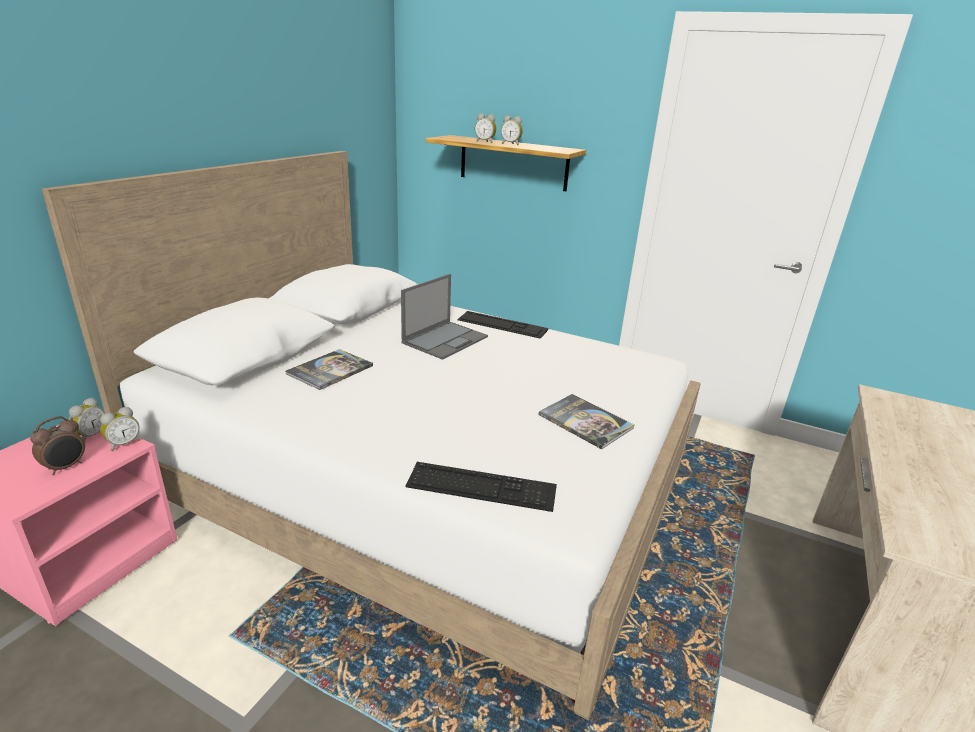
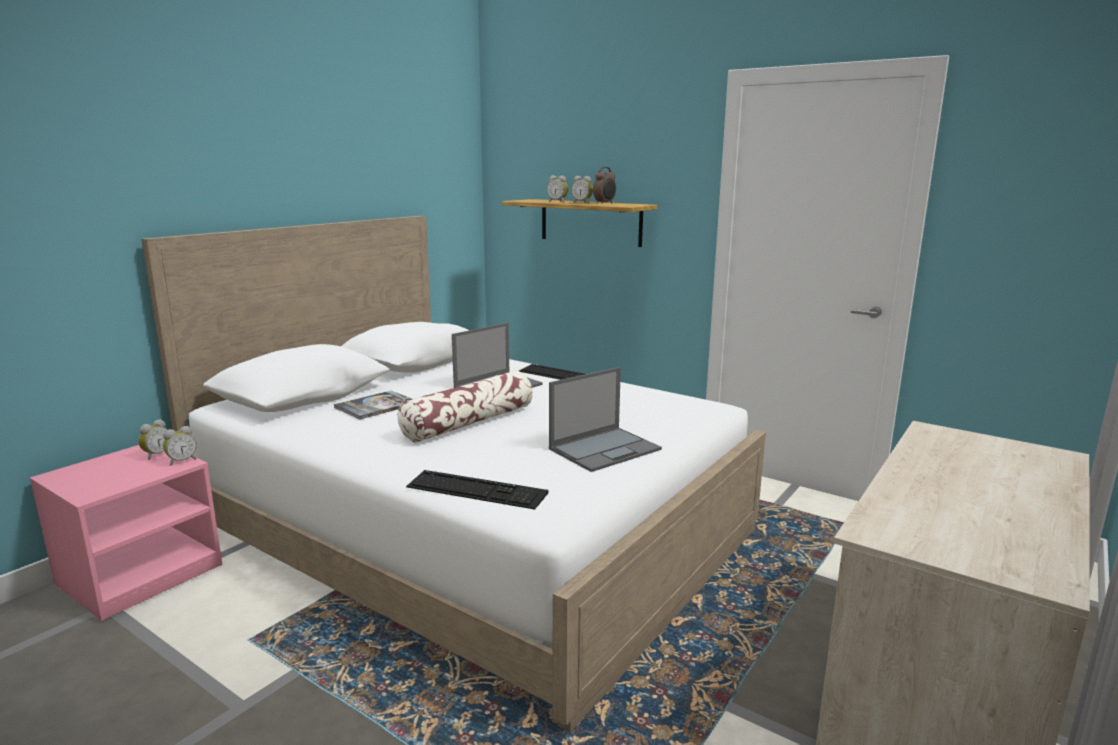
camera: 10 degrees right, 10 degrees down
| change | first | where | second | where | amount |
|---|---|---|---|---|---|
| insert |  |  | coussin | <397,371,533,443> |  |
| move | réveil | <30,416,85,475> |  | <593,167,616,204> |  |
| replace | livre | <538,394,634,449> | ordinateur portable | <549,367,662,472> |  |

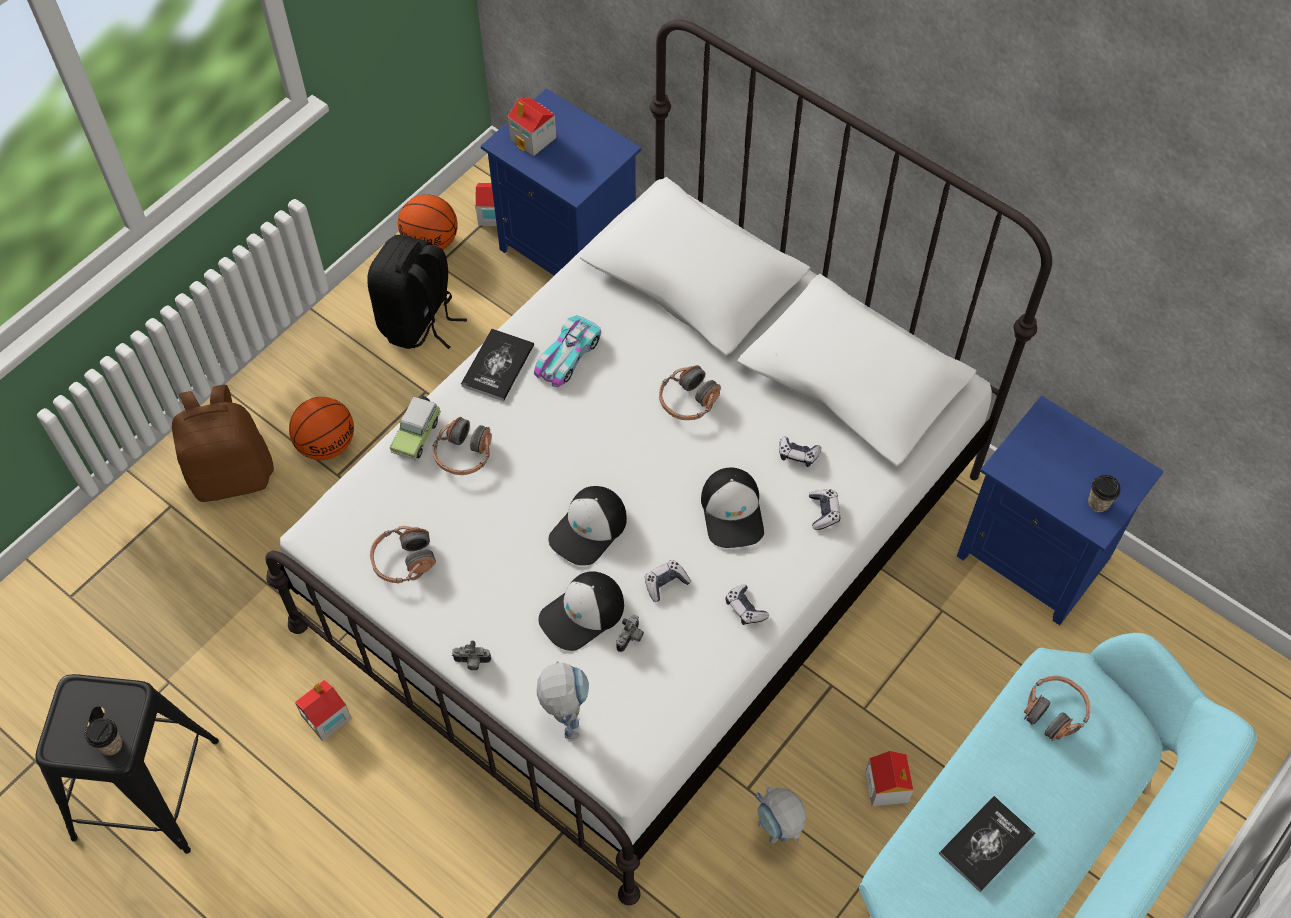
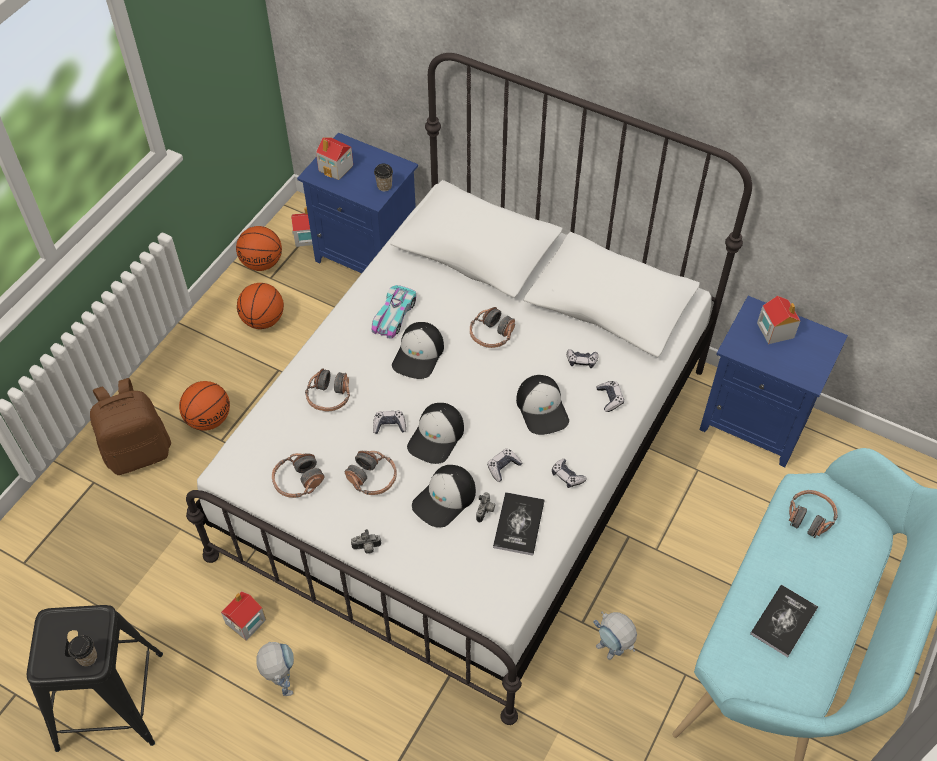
camera: 10 degrees left, 5 degrees down
| change | first | where | second | where | amount |
|---|---|---|---|---|---|
| delete | petite voiture | <390,396,441,460> |  |  |  |
| insert |  |  | casque audio | <344,451,397,495> |  |
| insert |  |  | manette | <373,411,406,434> |  |
| insert |  |  | casquette | <392,322,444,379> |  |
| move | livre | <461,329,534,401> |  | <493,492,545,556> |  |
| move | robot jouet | <537,661,589,739> |  | <256,642,294,696> |  |
| move | maison miniature | <865,751,914,806> |  | <757,296,800,344> |  |
| move | tasse | <1088,475,1121,512> |  | <374,164,393,191> |  |
| replace | sac à dos/noir | <367,235,467,349> | ballon de basket | <237,283,284,329> |  |

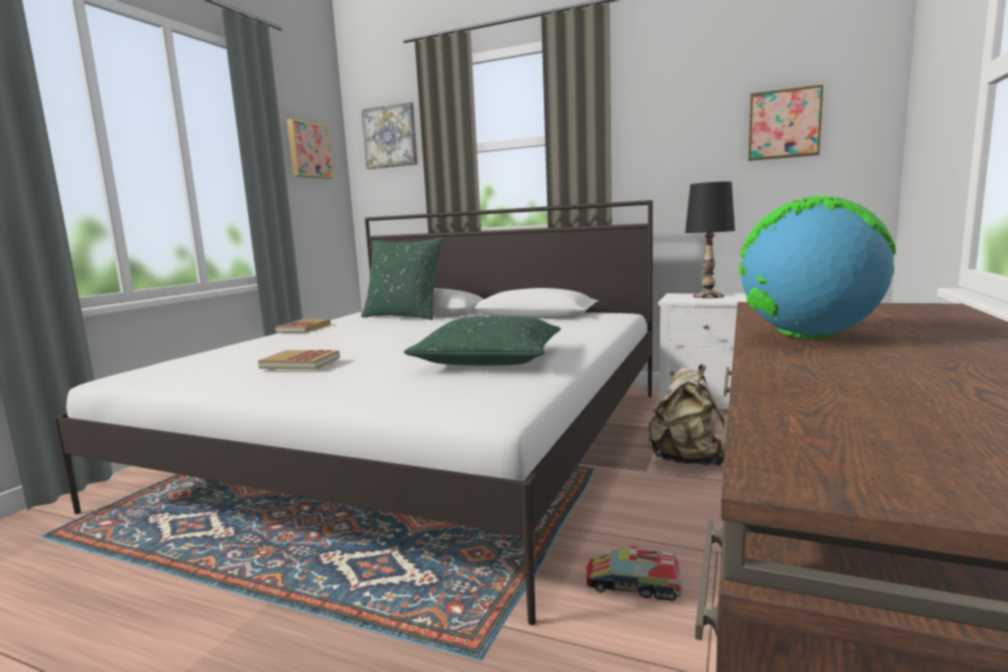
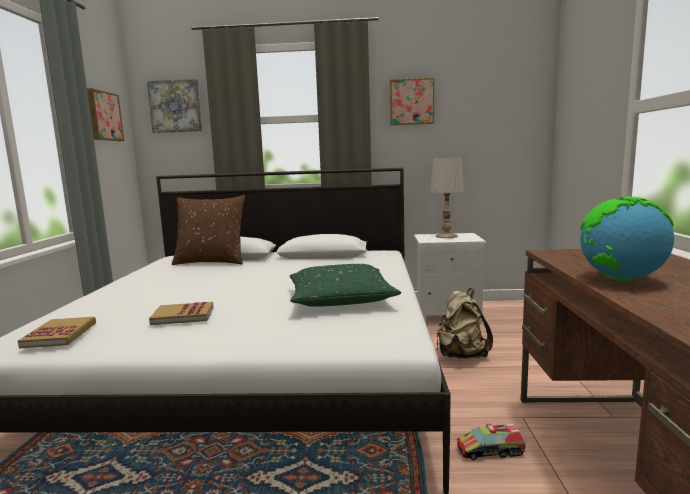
camera: 20 degrees left, 0 degrees up
| change | first | where | second | where | amount |
|---|---|---|---|---|---|
| move | livre | <275,319,331,333> |  | <18,317,96,348> |  |
| move | tableau | <748,84,824,161> |  | <390,78,434,125> |  |
| recolor | coussin/vert | <361,237,443,320> | coussin/marron | <172,195,245,265> |  |
| recolor | lampe de table/noir | <685,181,735,298> | lampe de table/blanc | <430,157,464,238> |  |

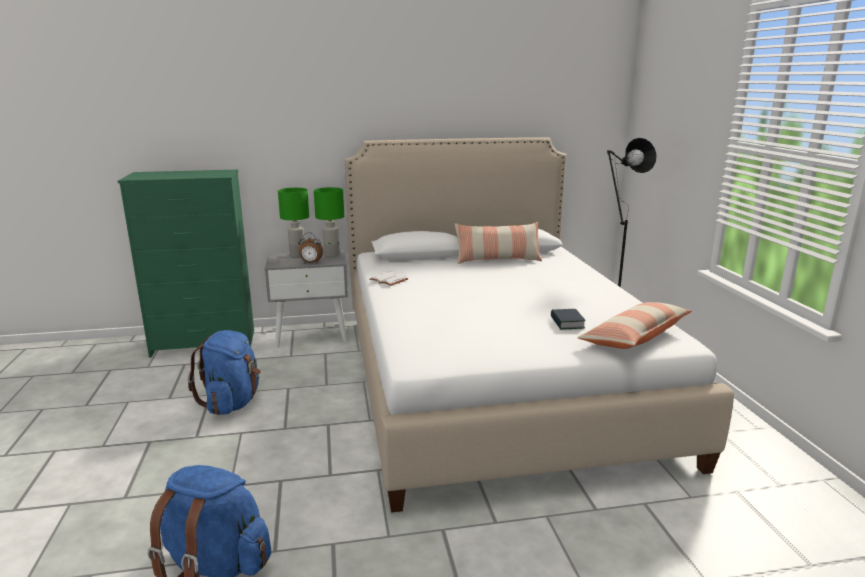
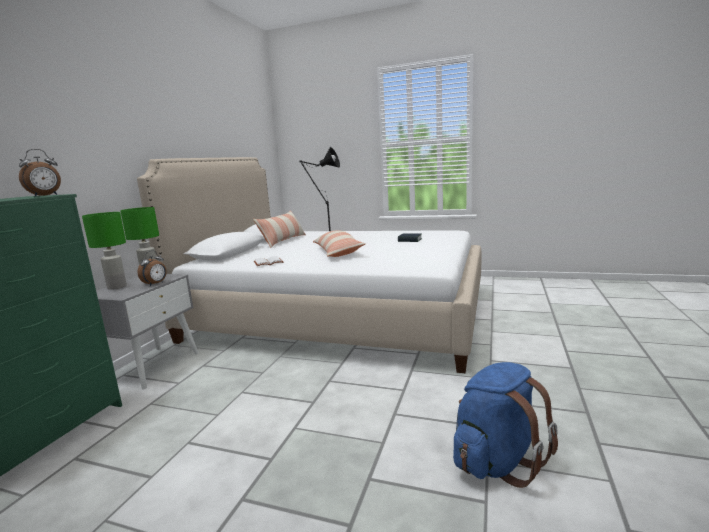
camera: 60 degrees left, 5 degrees down
| change | first | where | second | where | amount |
|---|---|---|---|---|---|
| delete | sac à dos/bleu | <188,330,260,415> |  |  |  |
| insert |  |  | réveil | <19,149,61,197> |  |
| move | coussin | <577,302,692,349> |  | <313,230,366,257> |  |

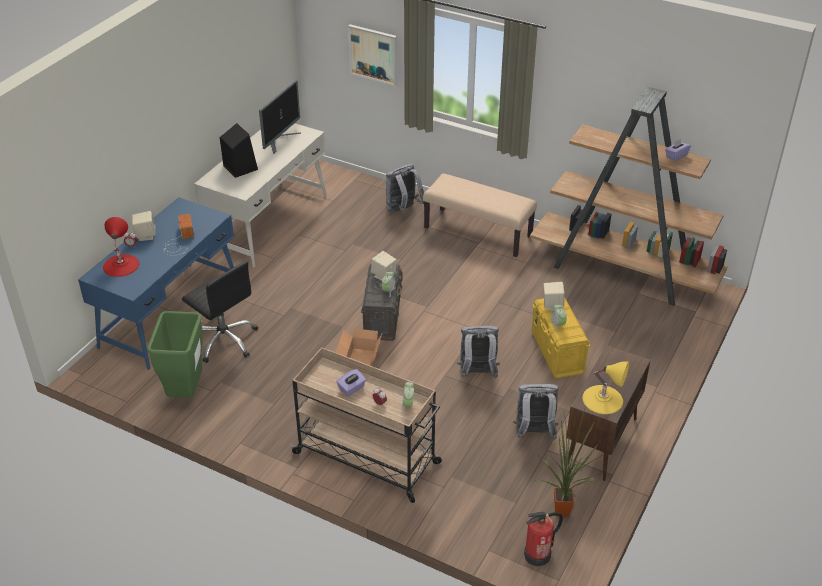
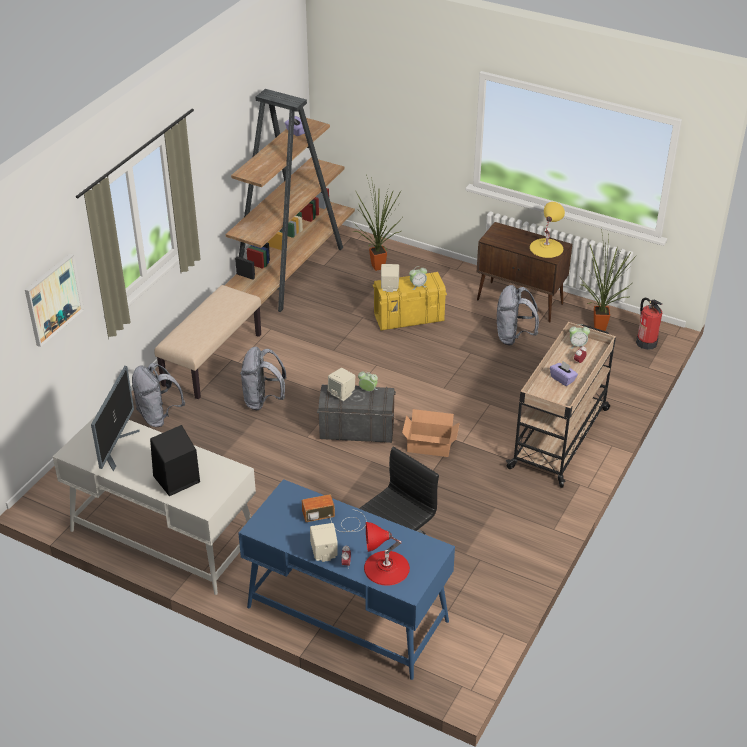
camera: 90 degrees left, 0 degrees up
| change | first | where | second | where | amount |
|---|---|---|---|---|---|
| delete | poubelle/vert | <147,311,203,398> |  |  |  |
| insert |  |  | plante en pot | <353,175,402,271> |  |
| move | sac à dos/gris | <457,326,500,378> |  | <240,346,286,410> |  |
| rotate | écran d'ordinateur | <259,80,301,154> |  | <91,366,140,471> | 75 degrees clockwise |

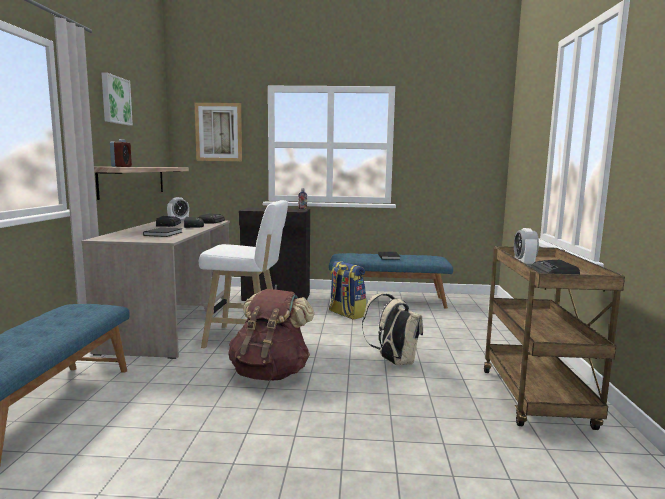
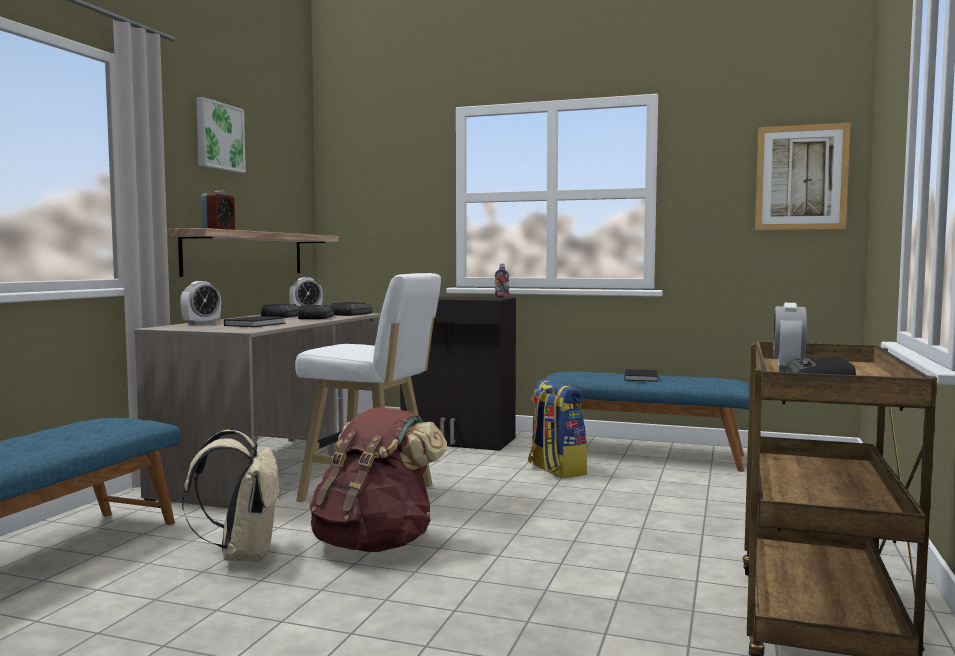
camera: 15 degrees right, 5 degrees down
| change | first | where | second | where | amount |
|---|---|---|---|---|---|
| insert |  |  | réveil | <180,281,221,325> |  |
| move | tableau | <195,103,242,161> |  | <755,123,850,230> |  |
| move | sac à dos/beige | <362,293,423,365> |  | <182,430,282,562> |  |

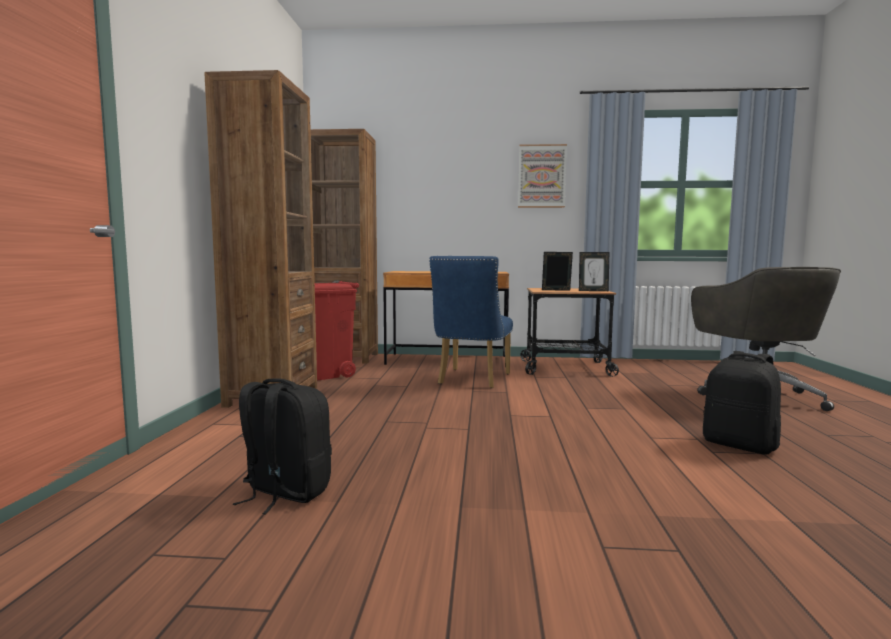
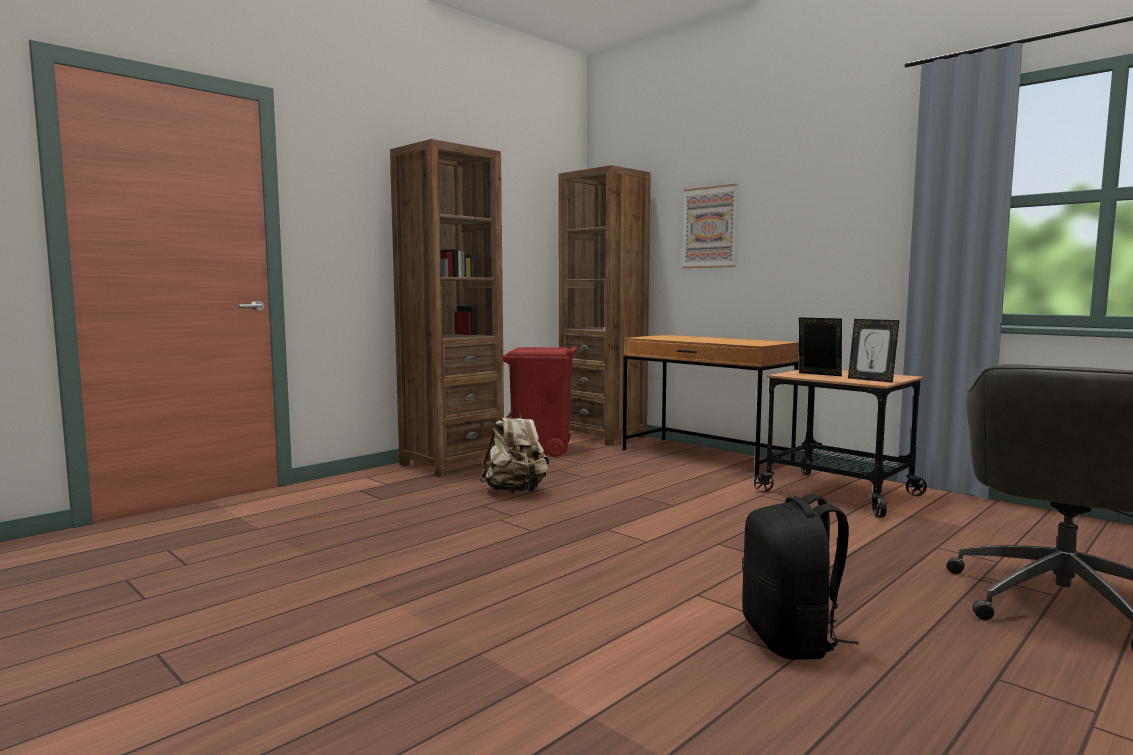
camera: 40 degrees right, 0 degrees up
| change | first | where | second | where | amount |
|---|---|---|---|---|---|
| delete | sac à dos/noir | <233,378,332,514> |  |  |  |
| delete | chaise/bleu | <429,256,513,388> |  |  |  |
| insert |  |  | sac à dos/beige | <480,408,549,493> |  |
| move | tableau | <518,144,567,208> |  | <682,183,738,268> |  |

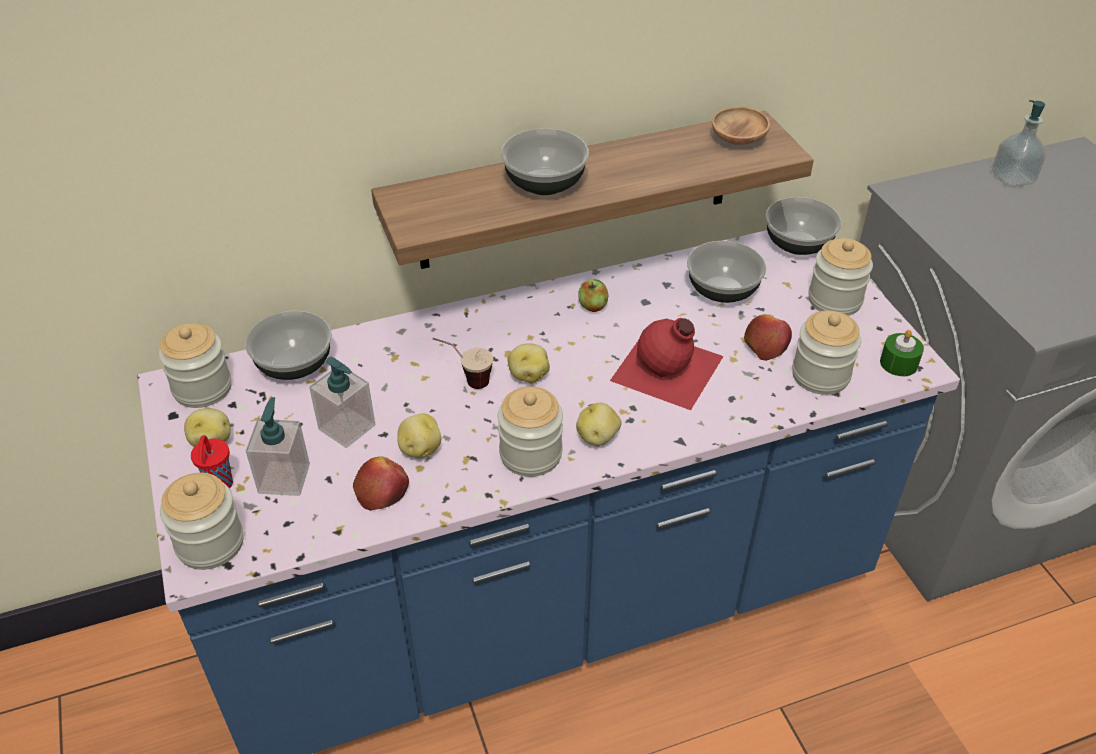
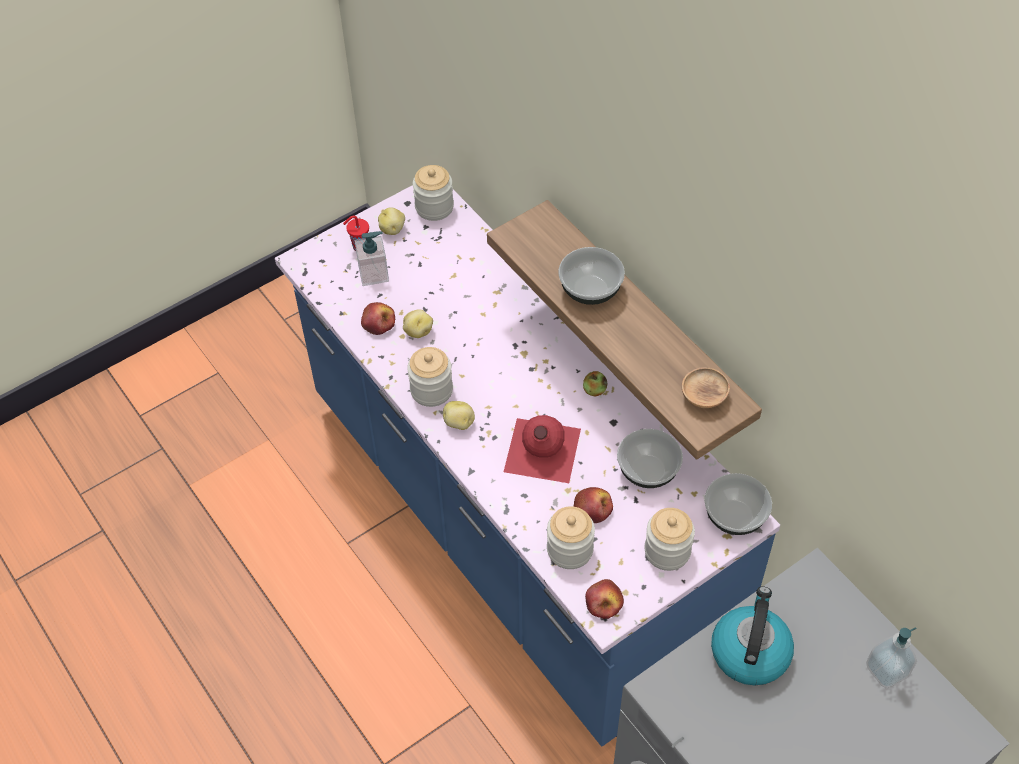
camera: 75 degrees right, 10 degrees up
| change | first | where | second | where | amount |
|---|---|---|---|---|---|
| delete | bocal | <160,473,244,570> |  |  |  |
| delete | bol | <245,311,332,380> |  |  |  |
| delete | distributeur de savon | <309,357,376,448> |  |  |  |
| delete | tasse | <433,338,493,389> |  |  |  |
| delete | pomme de terre | <507,343,550,383> |  |  |  |
| insert |  |  | bouilloire | <711,586,794,685> |  |
| replace | bougie/vert | <880,330,924,376> | pomme | <585,579,624,619> |  |

